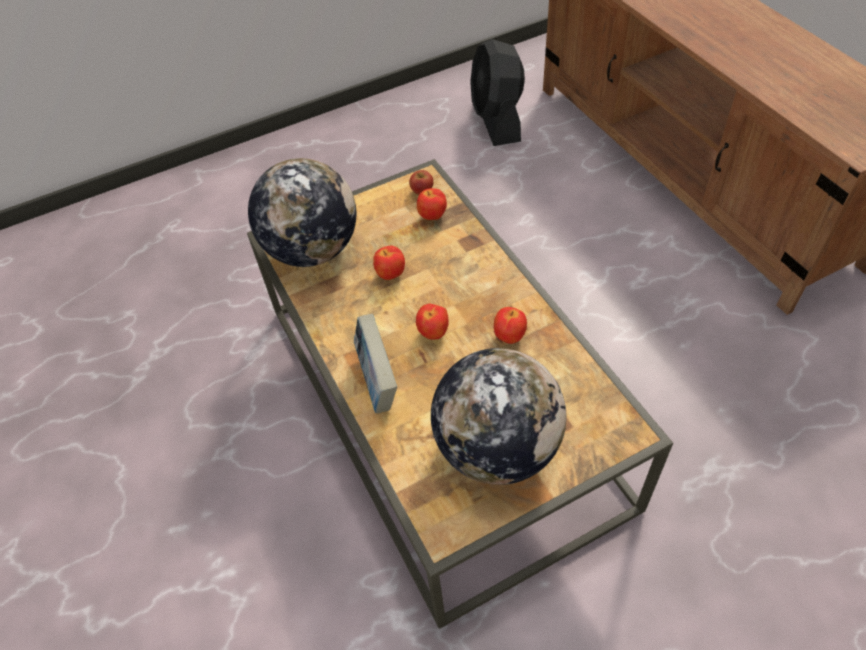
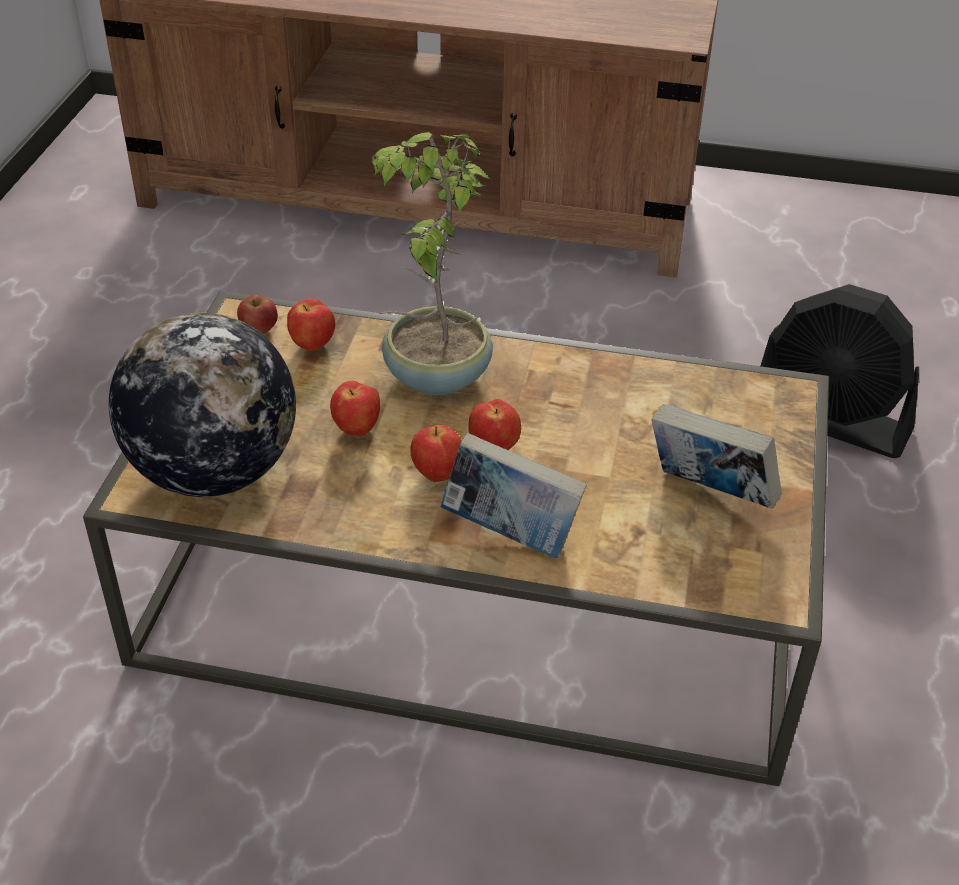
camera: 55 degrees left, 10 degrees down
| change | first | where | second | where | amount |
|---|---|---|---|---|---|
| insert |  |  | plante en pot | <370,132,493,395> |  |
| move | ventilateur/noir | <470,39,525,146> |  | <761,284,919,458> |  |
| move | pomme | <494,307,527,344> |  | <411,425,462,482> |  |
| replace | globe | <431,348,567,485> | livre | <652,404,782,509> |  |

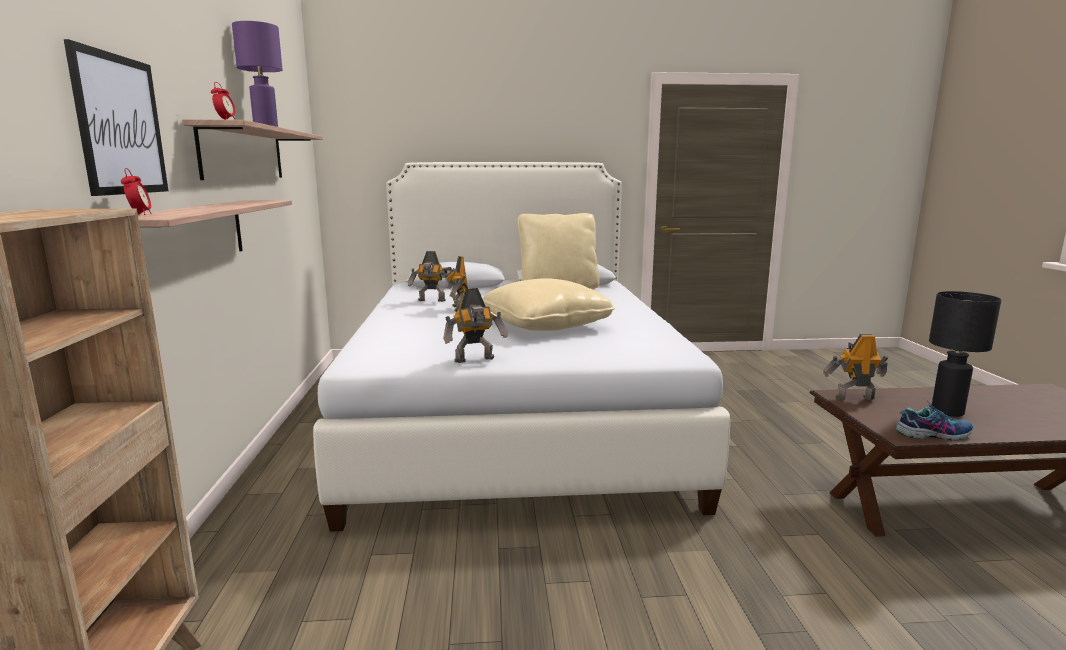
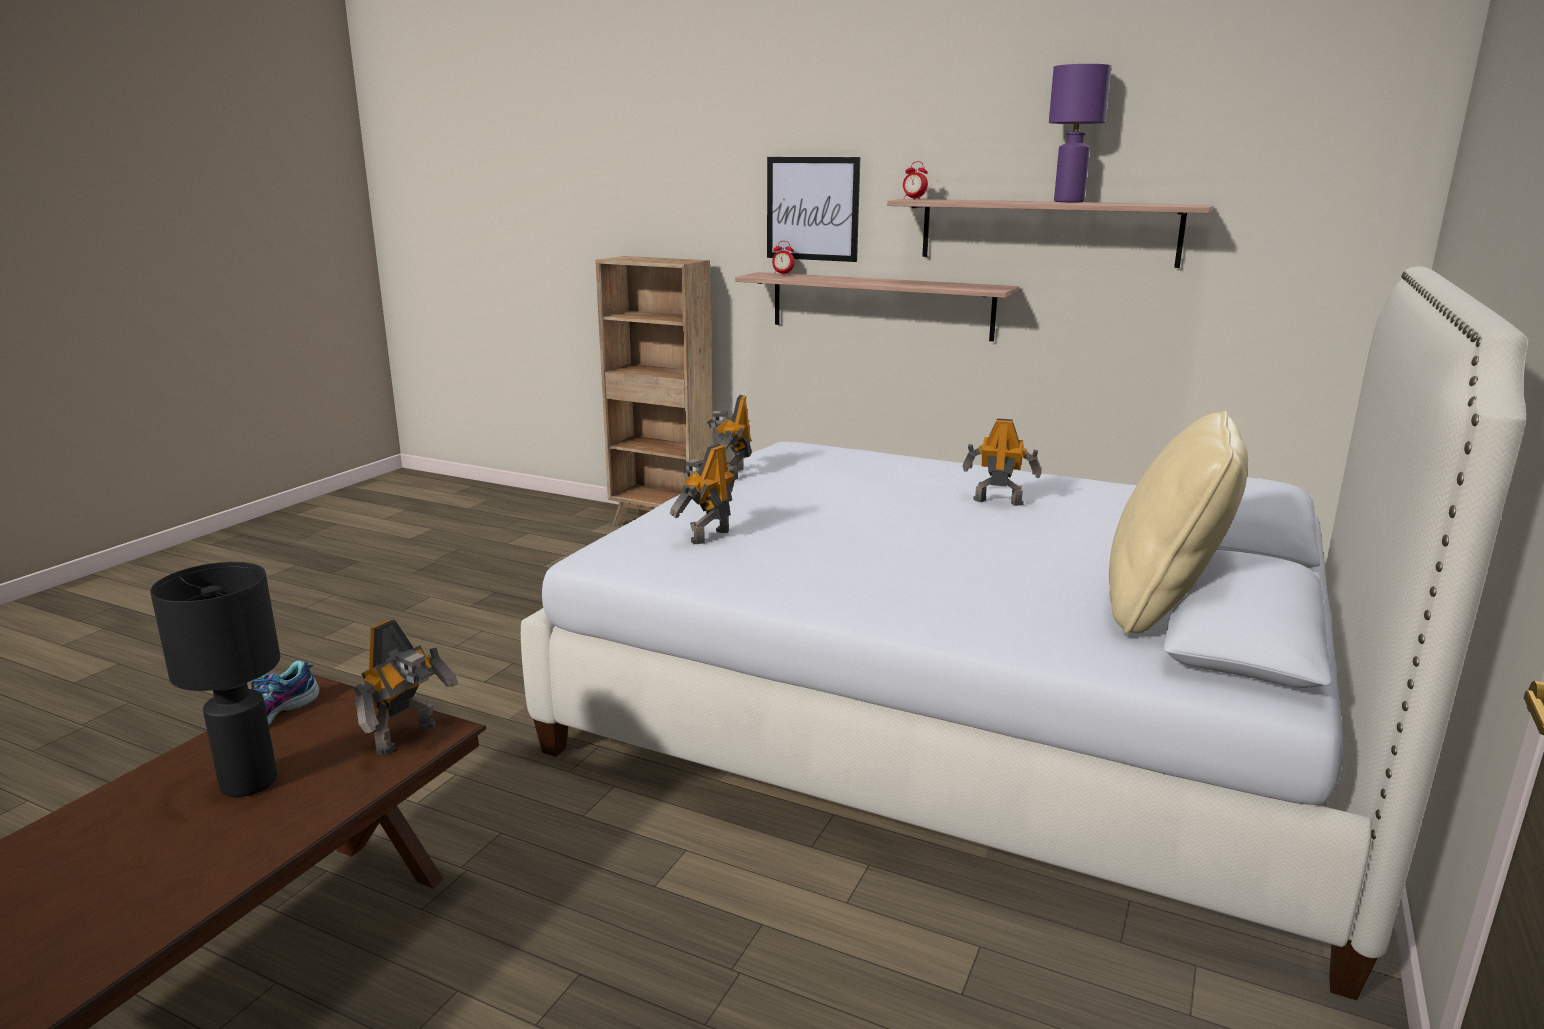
camera: 120 degrees right, 5 degrees up
| change | first | where | second | where | amount |
|---|---|---|---|---|---|
| delete | coussin/beige | <483,279,615,331> |  |  |  |
| move | robot jouet | <408,251,448,302> |  | <670,444,735,544> |  |

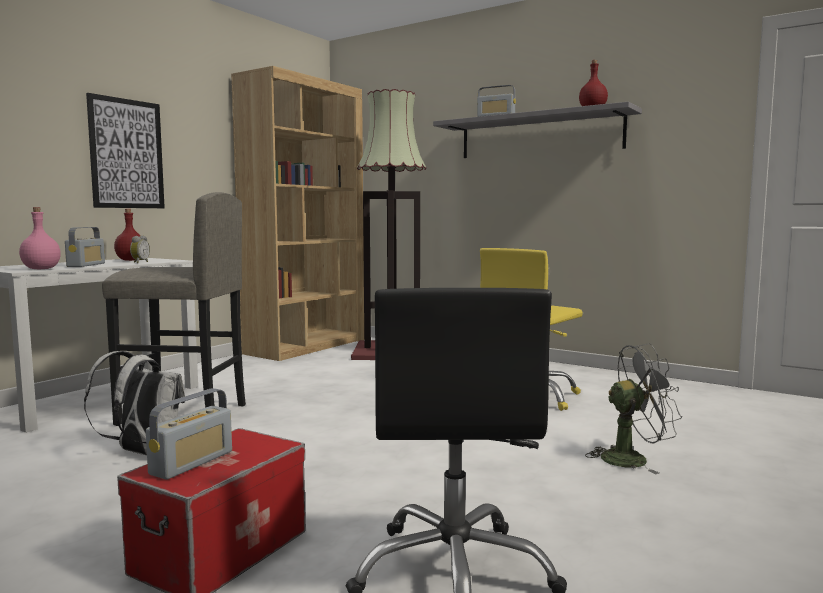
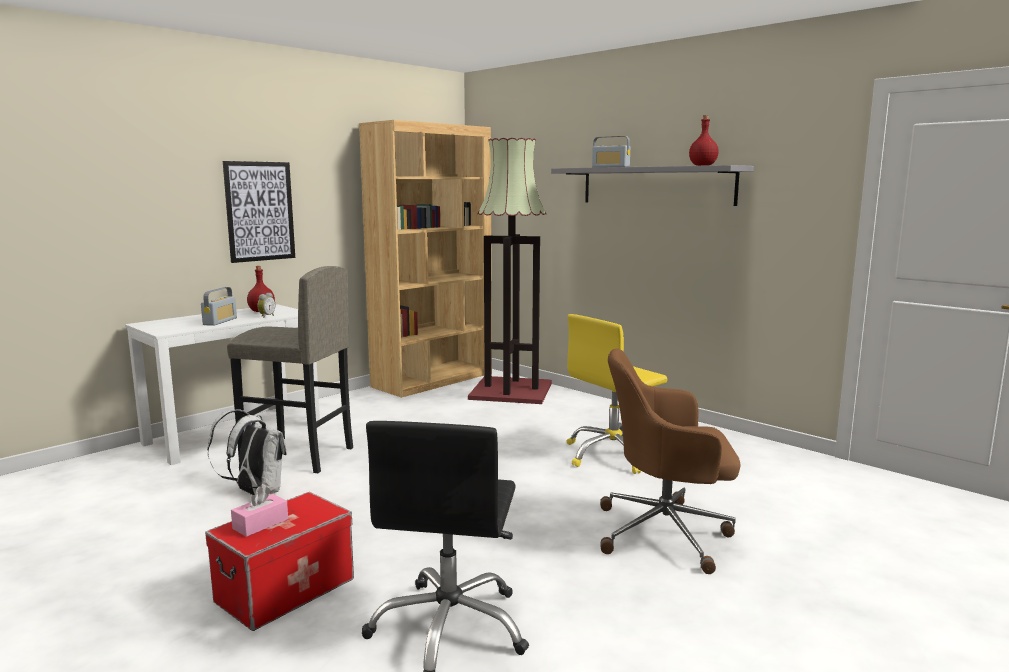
camera: 10 degrees right, 5 degrees up
| change | first | where | second | where | amount |
|---|---|---|---|---|---|
| delete | bouteille/rose | <19,207,61,269> |  |  |  |
| replace | radio | <146,388,232,480> | boîte à mouchoirs/rose | <231,487,288,537> |  |
| replace | ventilateur/gris | <585,343,682,474> | chaise de bureau/marron | <600,349,741,574> |  |

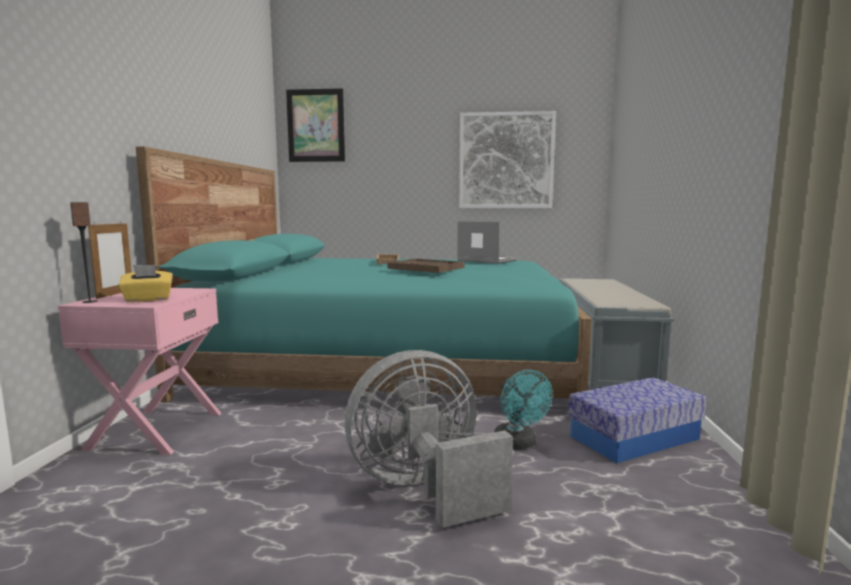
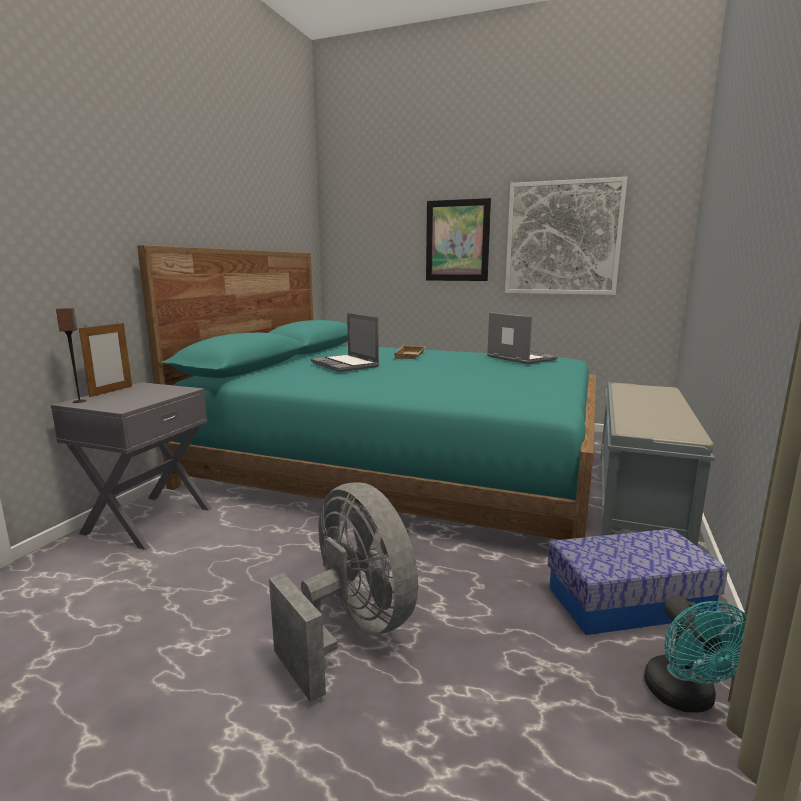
camera: 15 degrees right, 5 degrees up
| change | first | where | second | where | amount |
|---|---|---|---|---|---|
| delete | boîte à mouchoirs/jaune | <119,264,173,302> |  |  |  |
| delete | plateau/marron | <388,259,464,273> |  |  |  |
| insert |  |  | ordinateur portable | <311,313,379,372> |  |
| move | tableau | <286,88,345,162> |  | <426,198,491,281> |  |
| move | ventilateur/turquoise | <494,370,553,450> |  | <644,595,747,713> |  |
| recolor | table de chevet/rose | <58,288,222,455> | table de chevet/gris | <51,382,212,550> |  |
| rotate | ventilateur/gris | <344,350,513,528> |  | <269,482,418,703> | 60 degrees clockwise |

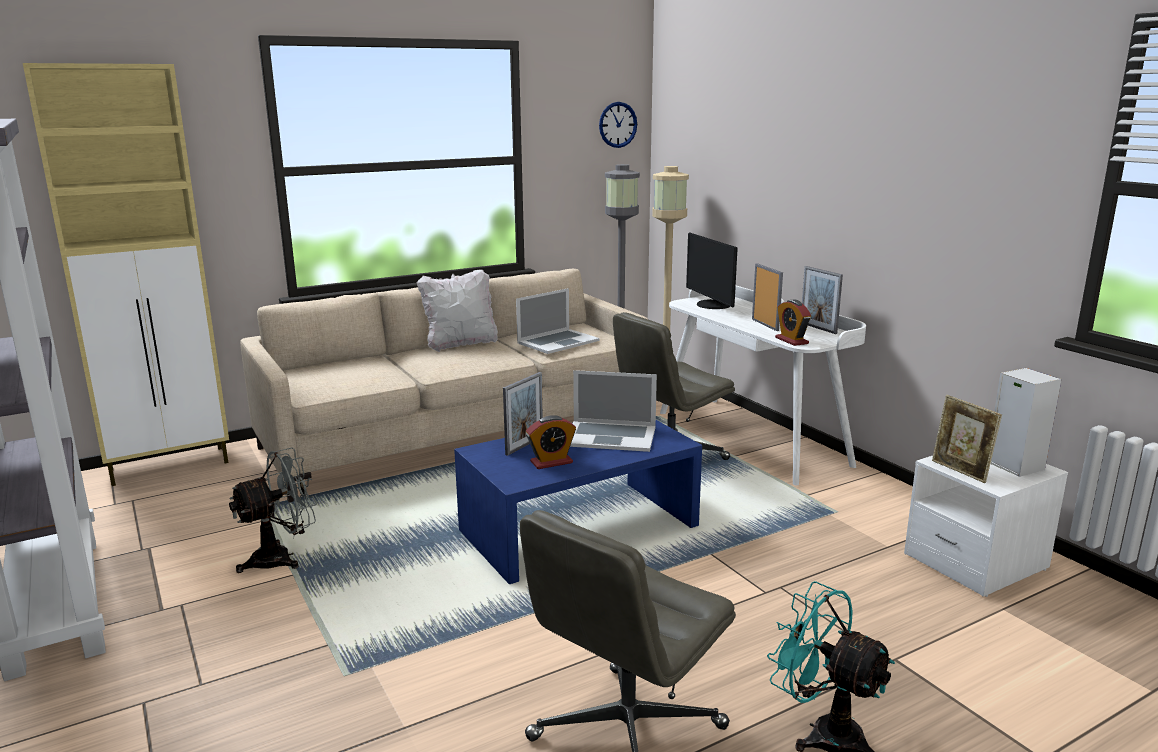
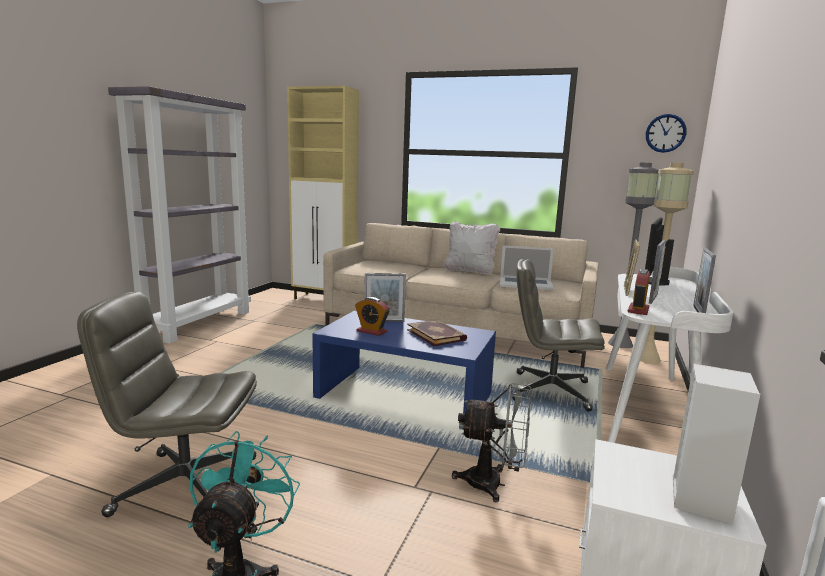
camera: 50 degrees right, 5 degrees down
| change | first | where | second | where | amount |
|---|---|---|---|---|---|
| move | ventilateur/gris | <229,448,317,573> |  | <452,382,531,502> |  |
| move | cadre photo | <932,395,1002,483> |  | <624,239,640,296> |  |
| replace | ordinateur portable | <570,370,657,452> | livre | <407,320,467,346> |  |

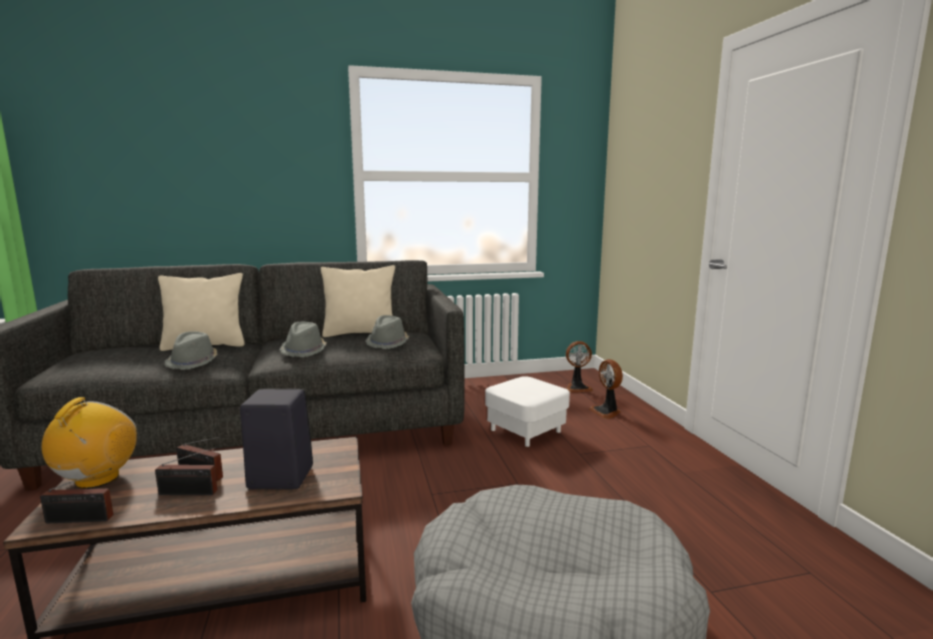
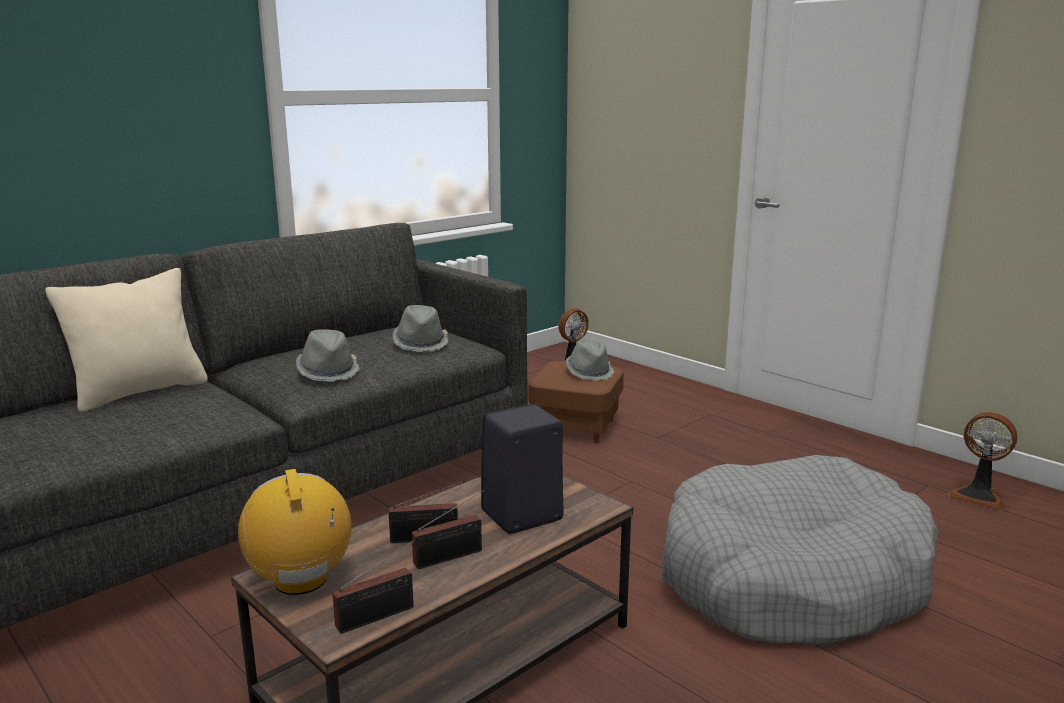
camera: 30 degrees left, 5 degrees up
| change | first | where | second | where | amount |
|---|---|---|---|---|---|
| delete | coussin/beige | <321,265,395,337> |  |  |  |
| move | chapeau/gris | <165,331,218,370> |  | <565,339,615,381> |  |
| move | ventilateur | <589,359,623,419> |  | <948,412,1017,510> |  |
| recolor | pouf/blanc | <485,376,570,447> | pouf/marron | <528,361,624,444> |  |

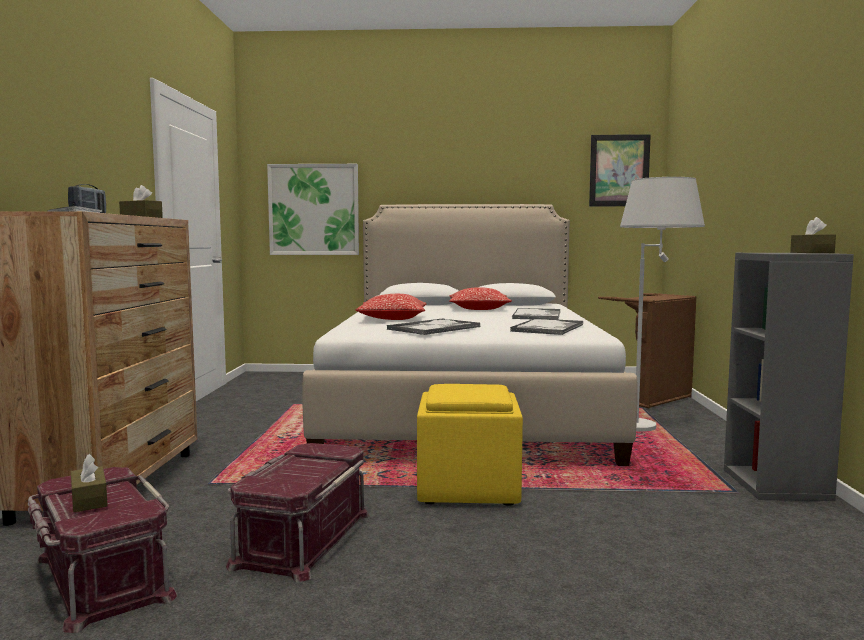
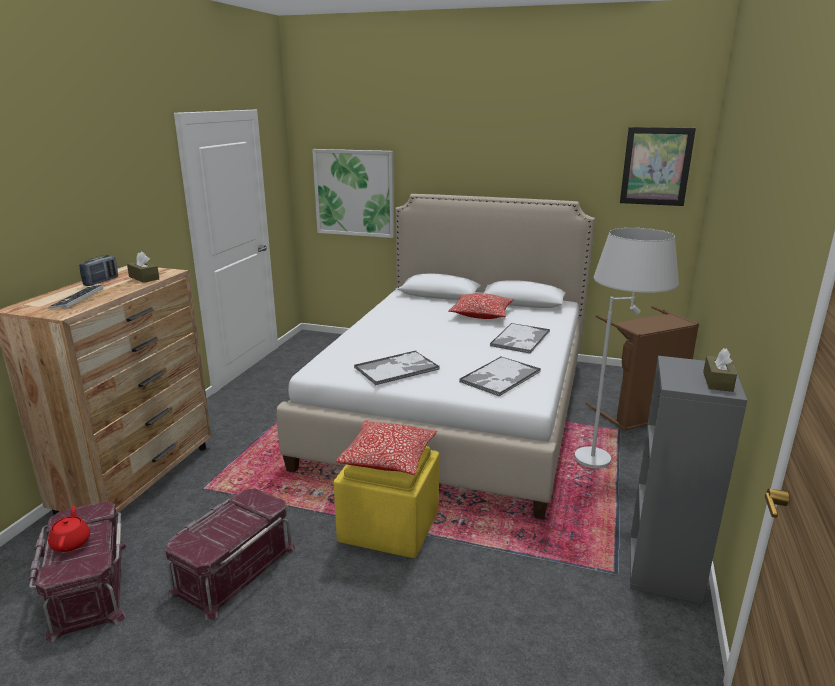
camera: 15 degrees right, 15 degrees up
| change | first | where | second | where | amount |
|---|---|---|---|---|---|
| move | coussin | <355,294,426,320> |  | <336,420,437,475> |  |
| replace | boîte à mouchoirs/marron | <71,454,108,512> | théière/rouge | <48,506,90,552> |  |

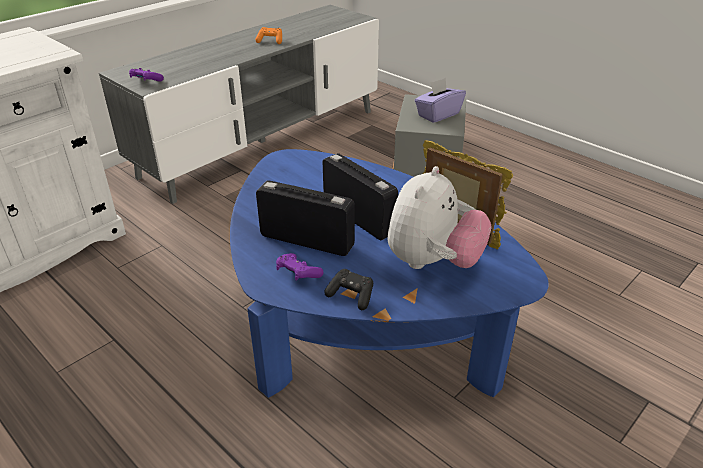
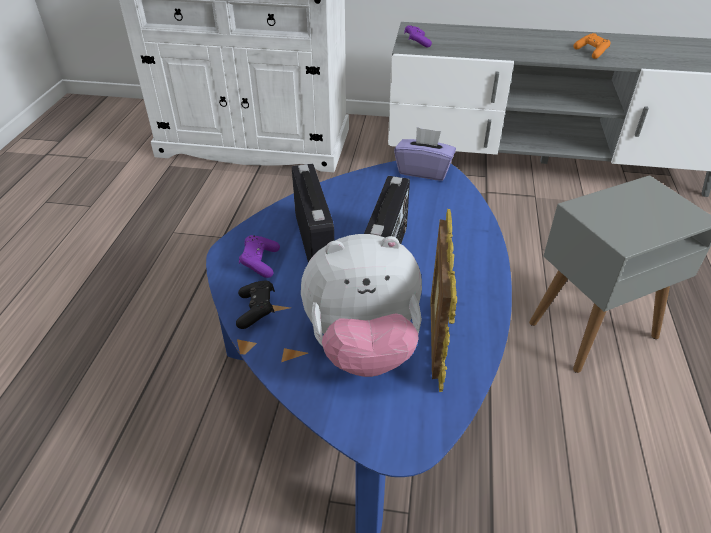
camera: 55 degrees right, 5 degrees up
| change | first | where | second | where | amount |
|---|---|---|---|---|---|
| move | boîte à mouchoirs/violet | <415,78,466,123> |  | <394,127,456,181> |  |

